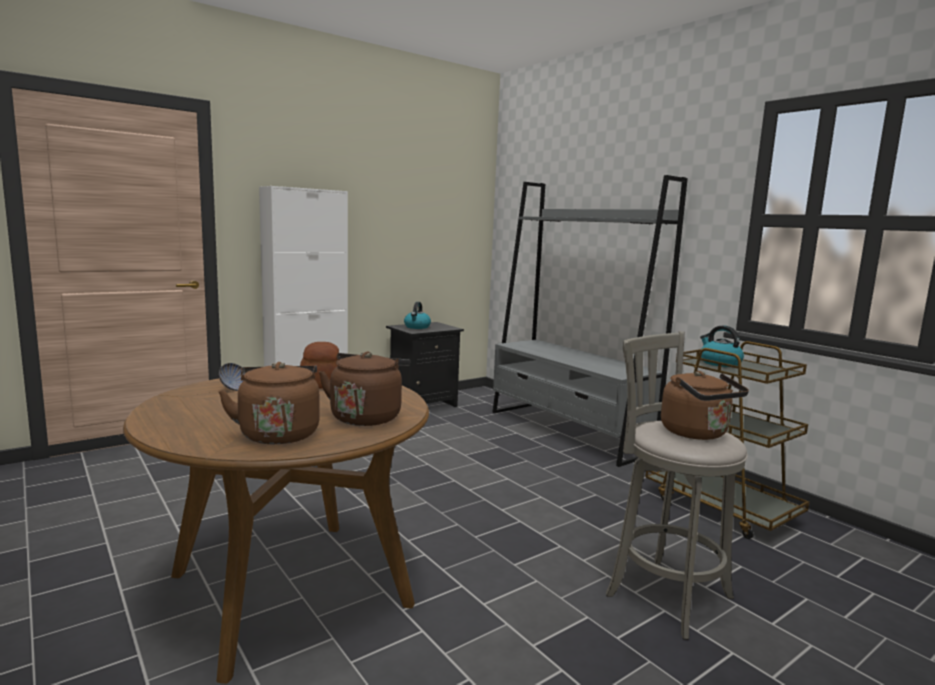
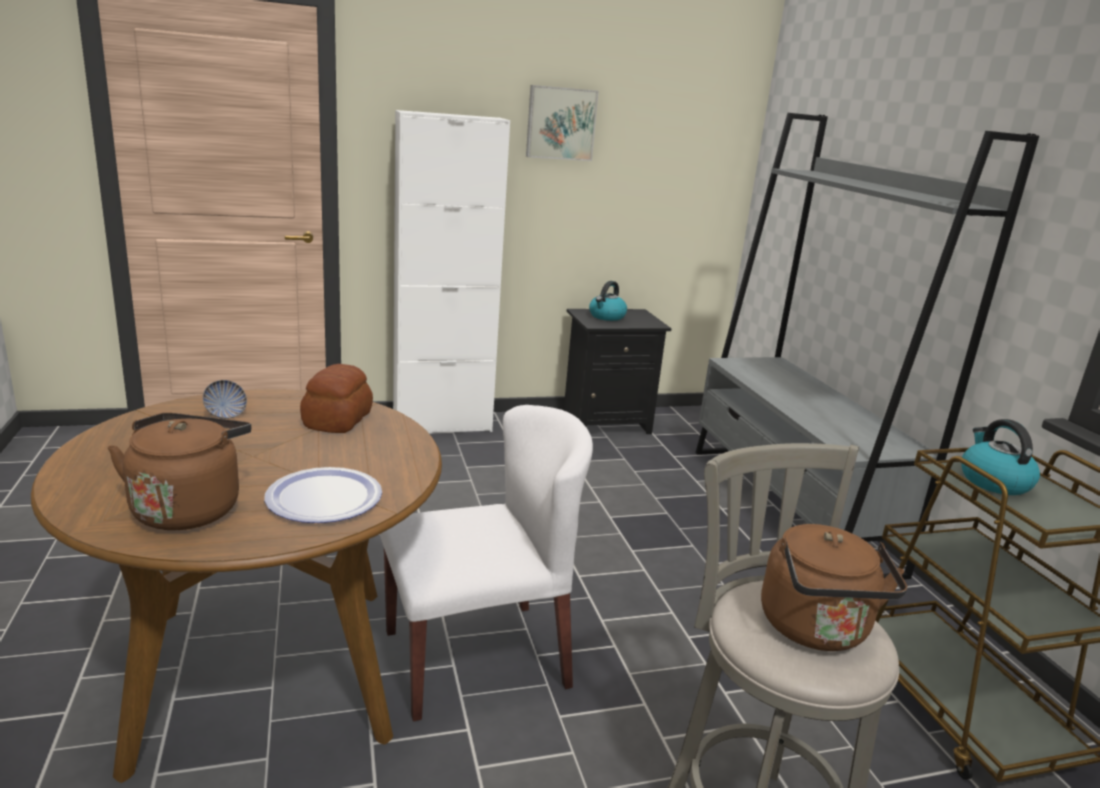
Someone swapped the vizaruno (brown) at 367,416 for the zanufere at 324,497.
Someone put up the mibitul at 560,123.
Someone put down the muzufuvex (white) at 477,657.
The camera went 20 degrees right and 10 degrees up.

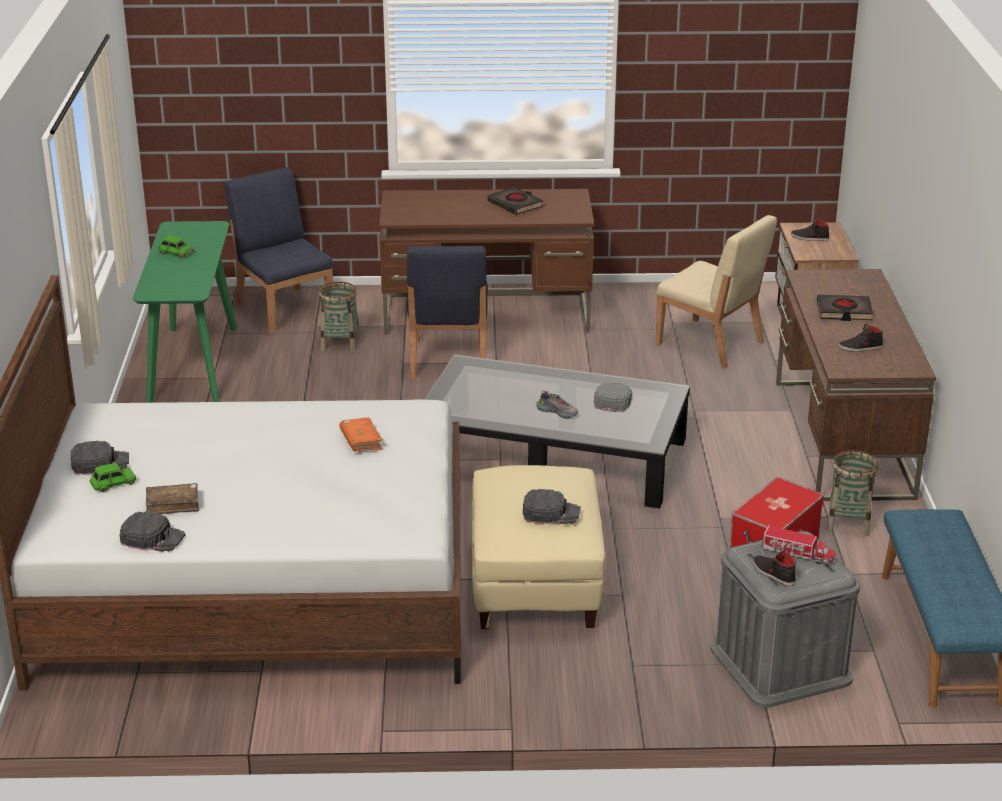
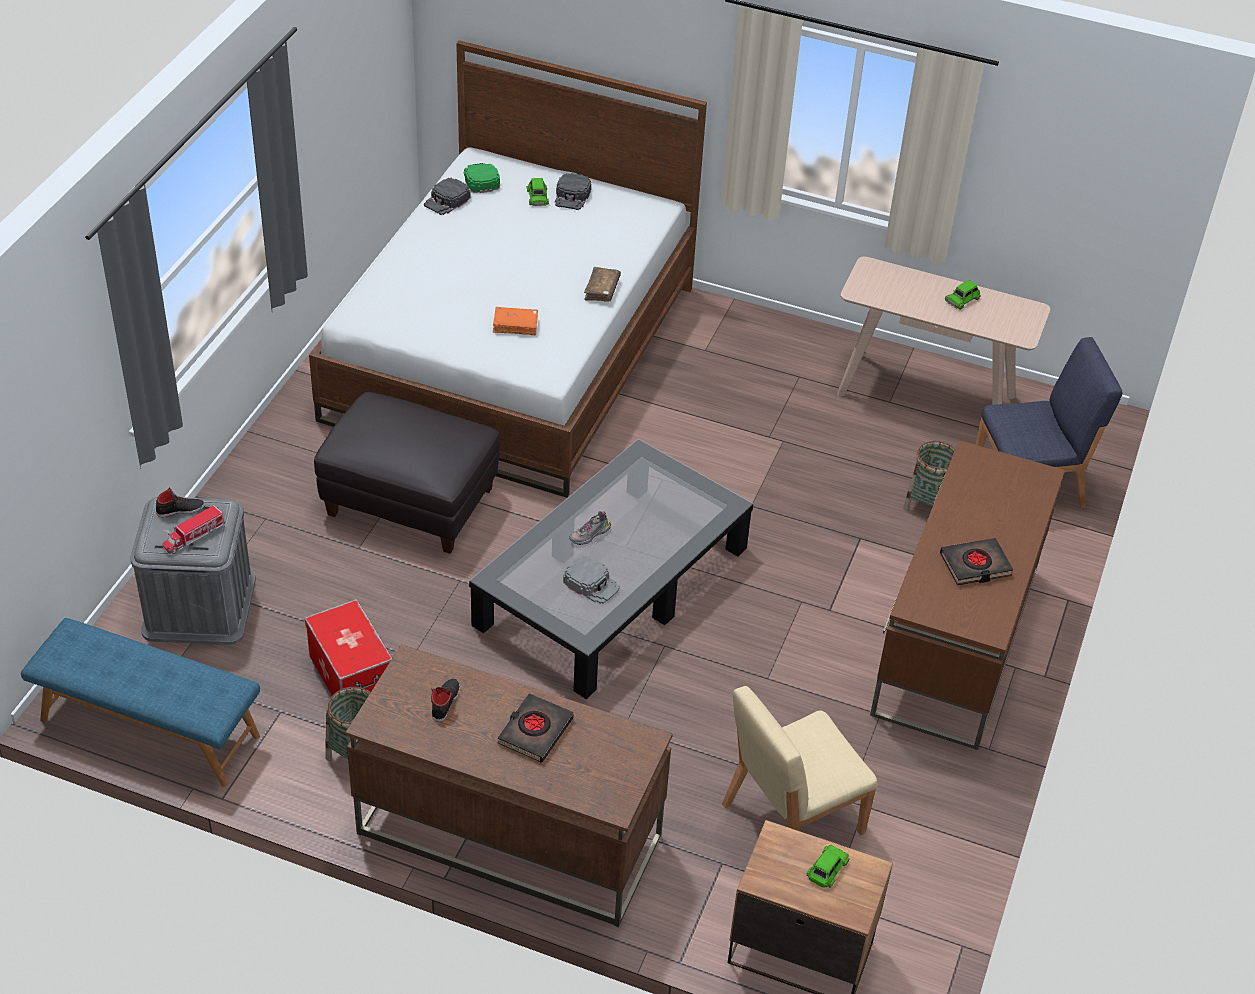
Someone swapped the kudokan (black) at 809,238 for the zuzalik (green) at 827,869.
Someone repainted the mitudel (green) at 192,363, which became the mitudel (beige) at 926,395.
Someone took away the muzufuvex (blue) at 448,359.
Someone repainted the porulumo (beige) at 535,584, which became the porulumo (black) at 411,502.
Someone carried the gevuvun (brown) from 173,505 to 602,290.
Someone took away the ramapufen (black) at 551,512.
Someone put down the ramapufen (green) at 480,179.
The camera went 110 degrees right and 15 degrees up.

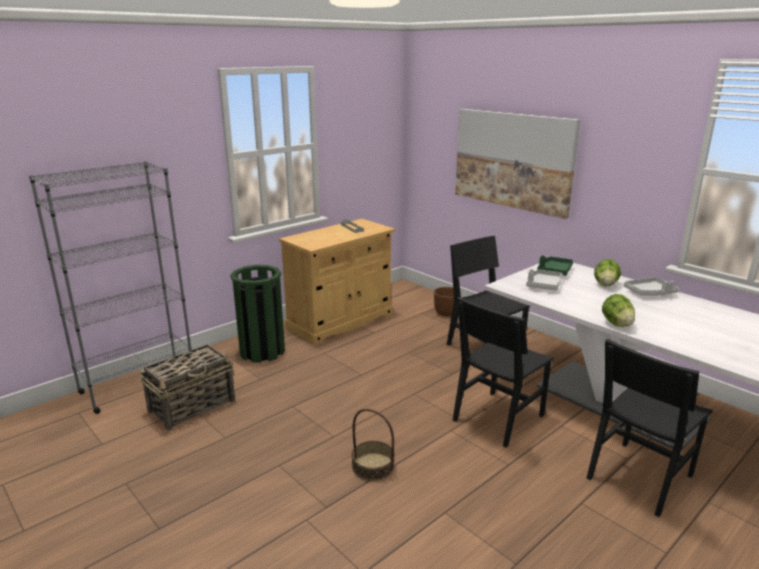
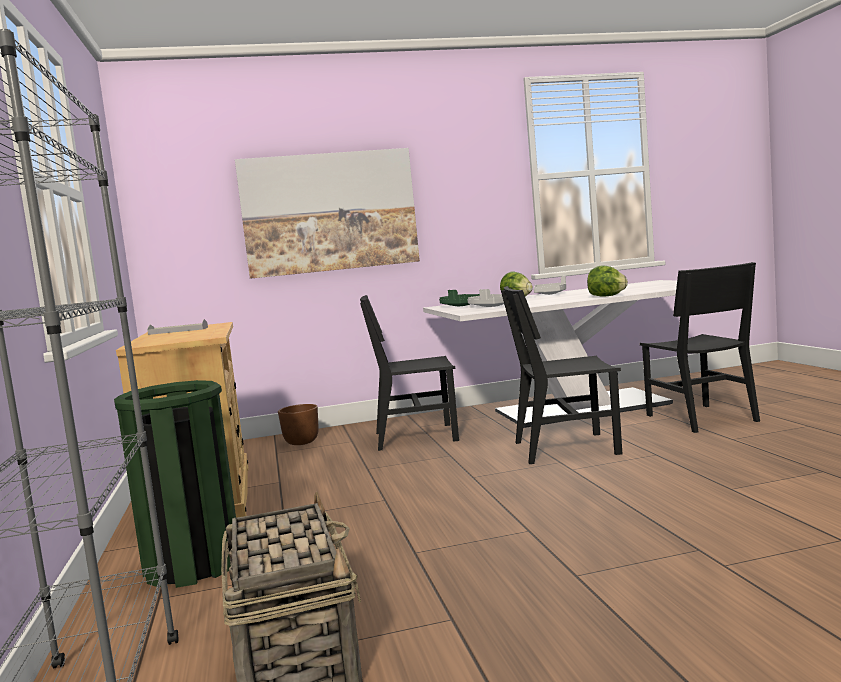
Someone rotated the muzufuvex (black) at 498,417 by 105 degrees clockwise.
Someone took away the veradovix at 373,466.
The camera went 60 degrees left and 15 degrees down.

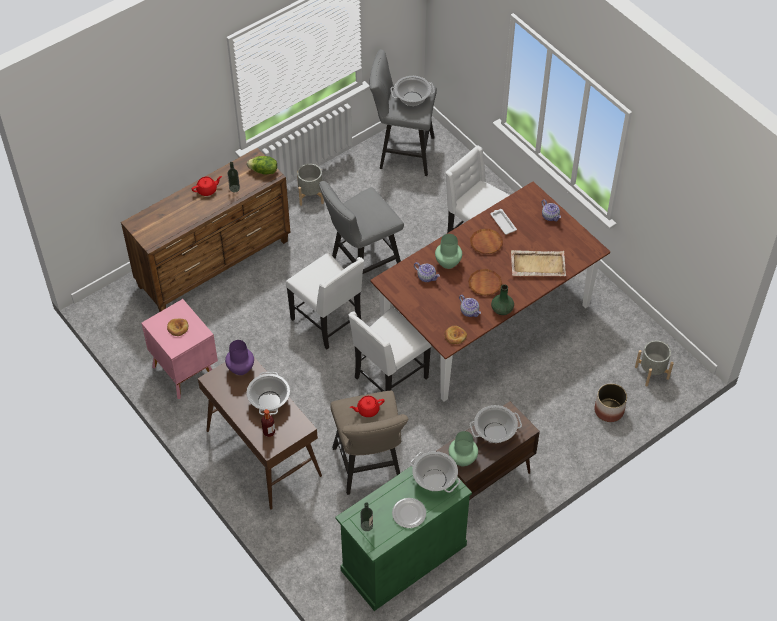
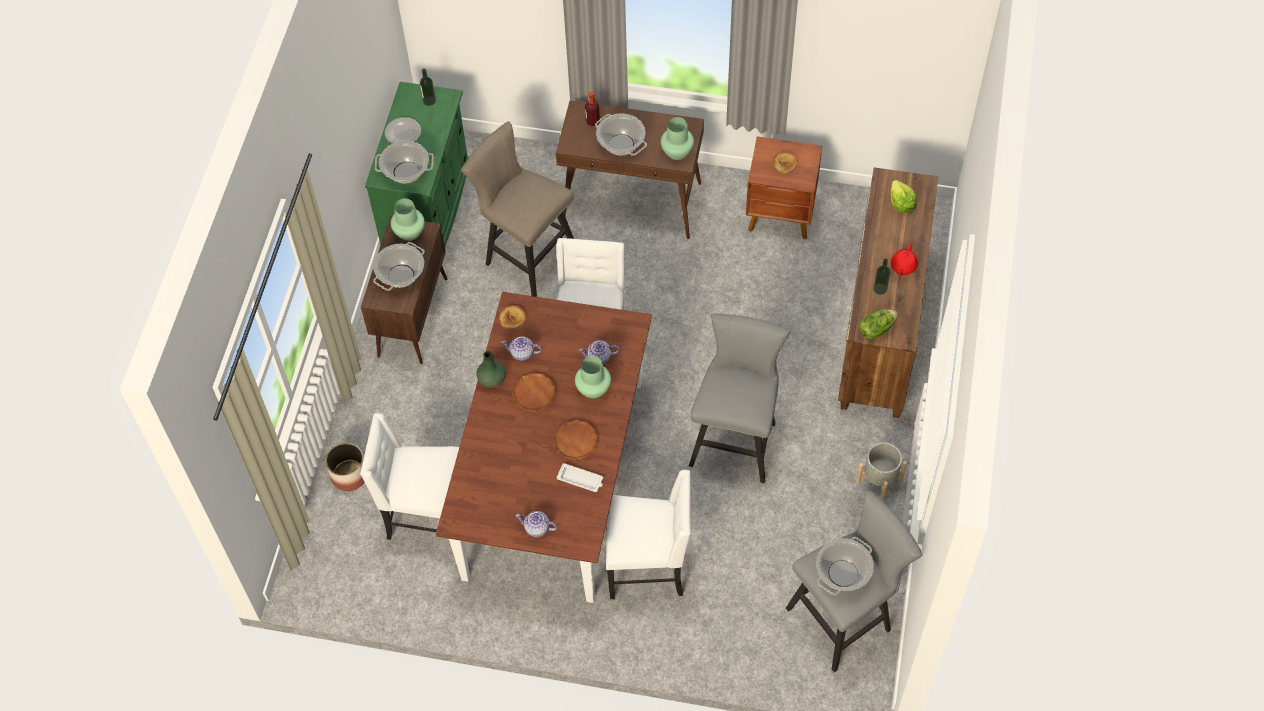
Someone took away the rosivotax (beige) at 537,265.
Someone carried the muzufuvex (white) from 328,322 to 425,515.
Someone repainted the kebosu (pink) at 184,370, which became the kebosu (brown) at 781,215.
Someone repainted the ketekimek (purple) at 240,368, which became the ketekimek (green) at 676,152.
Someone took away the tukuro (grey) at 652,373.
Someone took away the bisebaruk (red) at 367,410.
Someone put down the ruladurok at 901,203.
The camera went 140 degrees right and 5 degrees up.

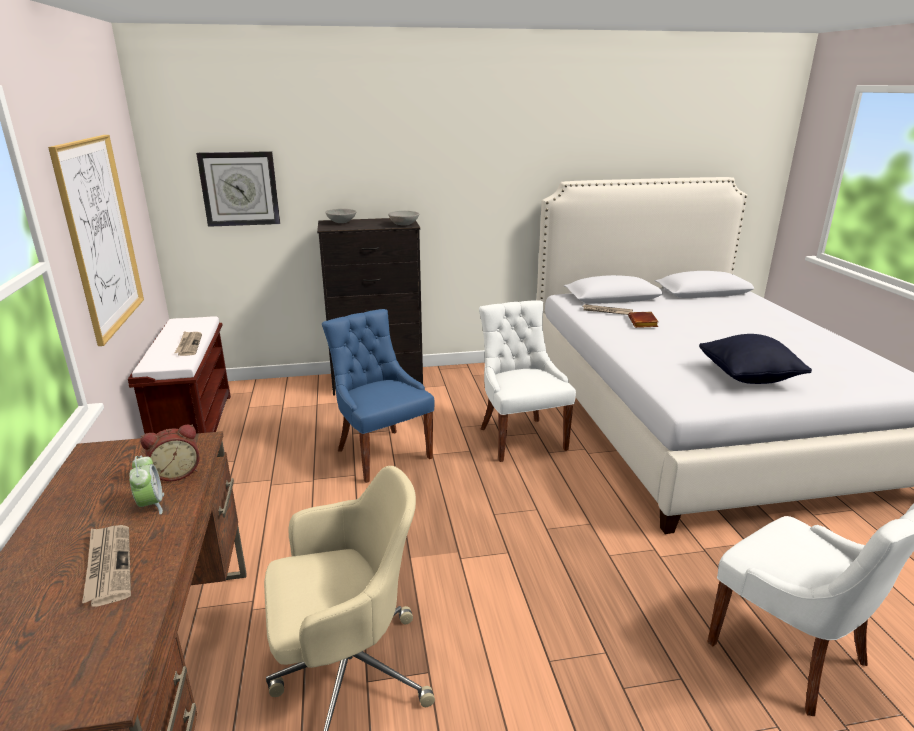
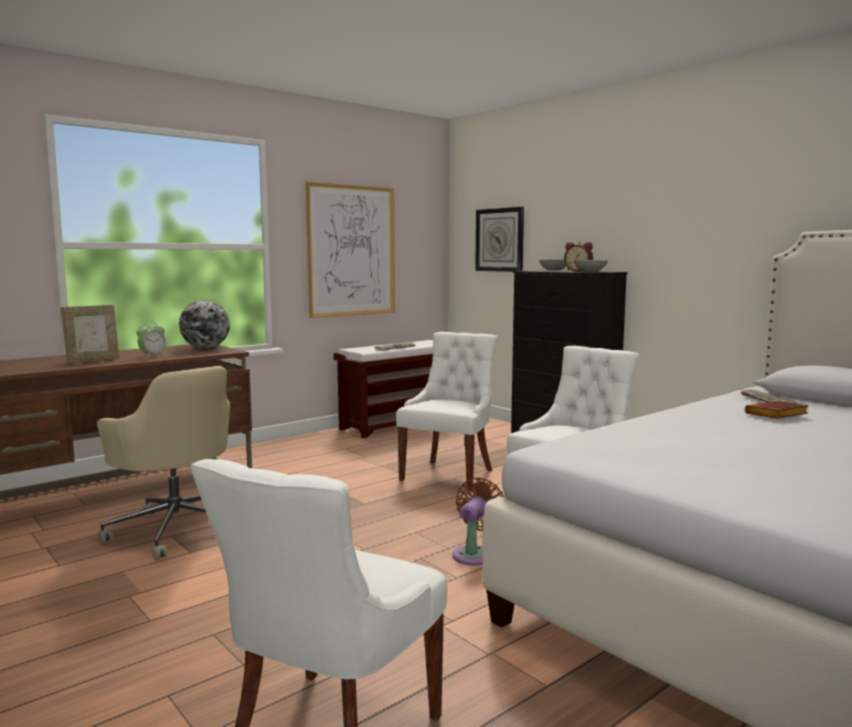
Someone repainted the muzufuvex (blue) at 381,453, which became the muzufuvex (white) at 449,474.
Someone took away the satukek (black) at 748,377.
Someone carried the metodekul from 176,473 to 578,271.
Someone swapped the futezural at 108,565 for the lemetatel at 92,360.
Someone put down the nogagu at 206,348.
Someone put down the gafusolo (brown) at 475,554.
The camera went 60 degrees right and 15 degrees down.

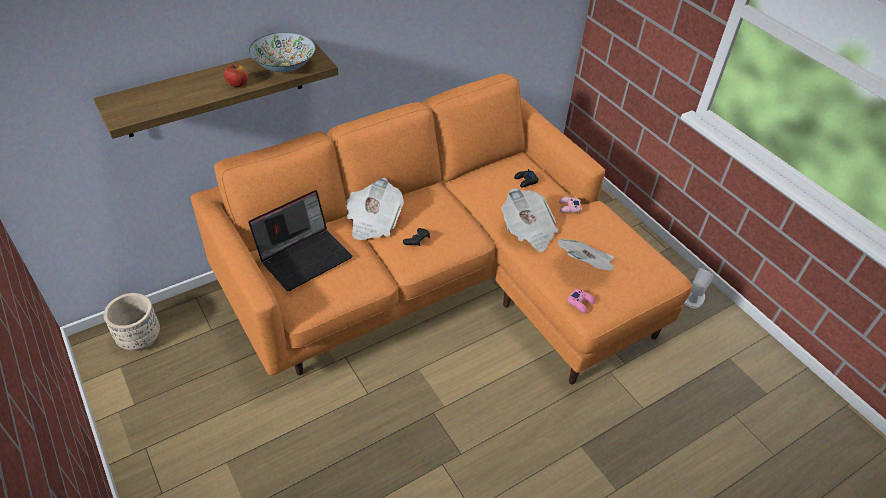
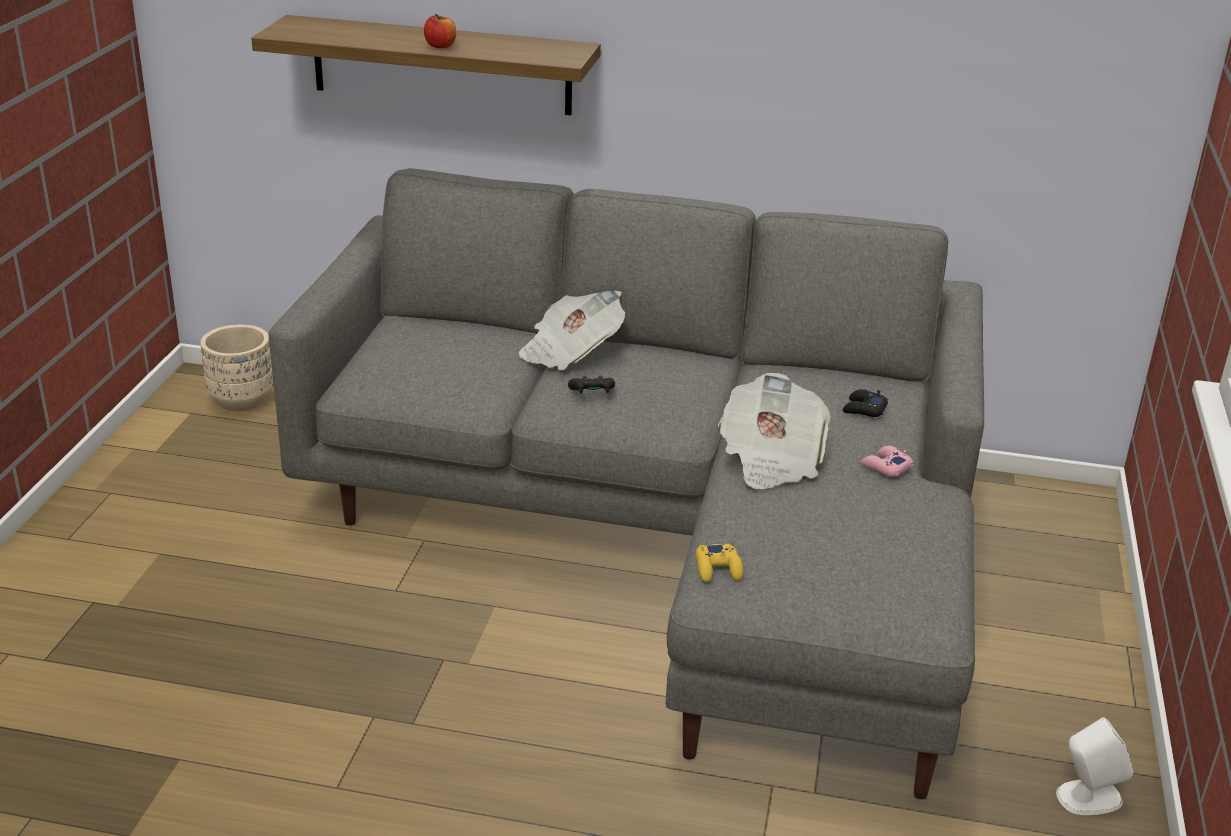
Someone took away the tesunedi at 285,66.
Someone repainted the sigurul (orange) at 443,283, which became the sigurul (grey) at 667,539.
Someone took away the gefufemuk at 305,256.
Someone took away the futezural at 586,265.
Someone repainted the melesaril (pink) at 580,302, which became the melesaril (yellow) at 718,568.
The camera went 45 degrees right and 15 degrees down.

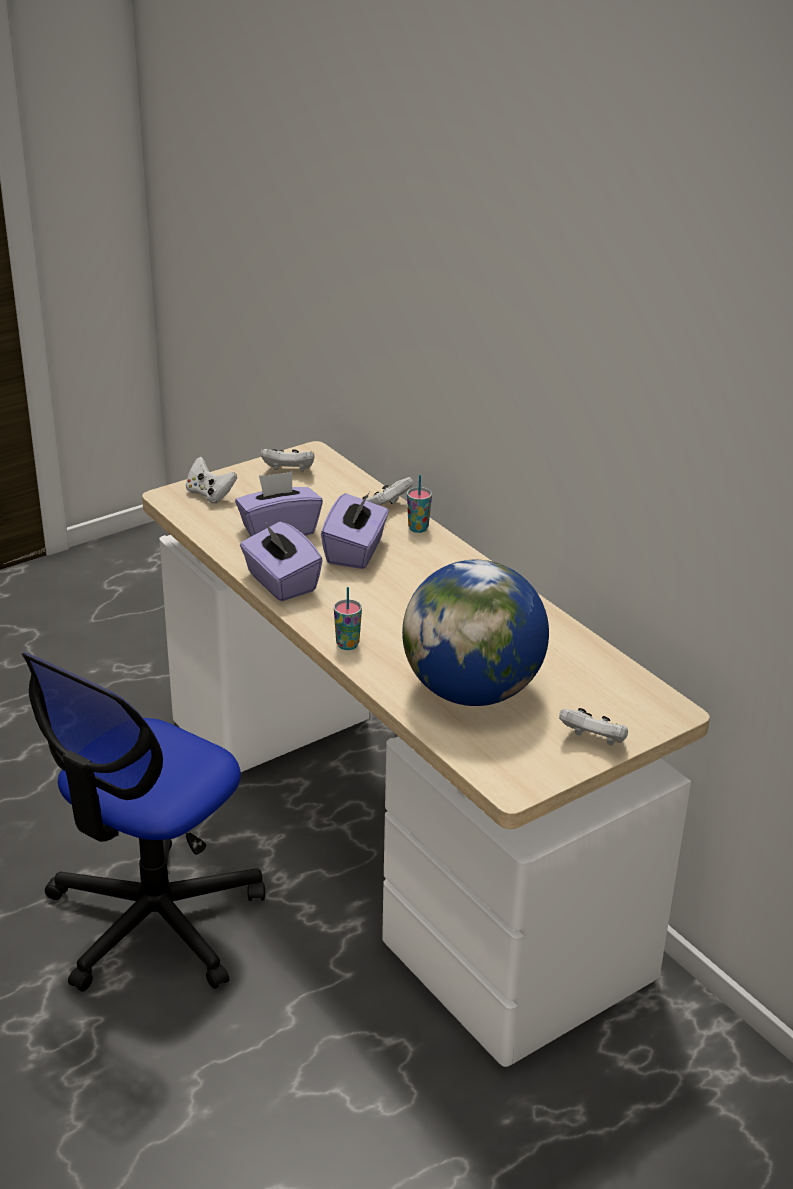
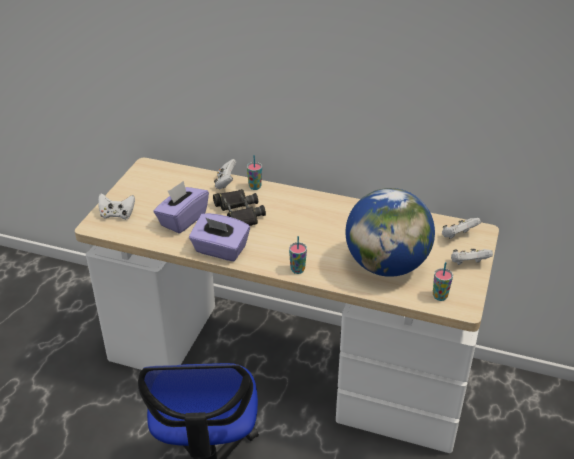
Someone carried the melesaril (white) from 289,471 to 458,236.
Someone swapped the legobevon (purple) at 355,551 for the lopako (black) at 238,214.
Someone put down the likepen at 440,296.
The camera went 35 degrees left and 5 degrees up.

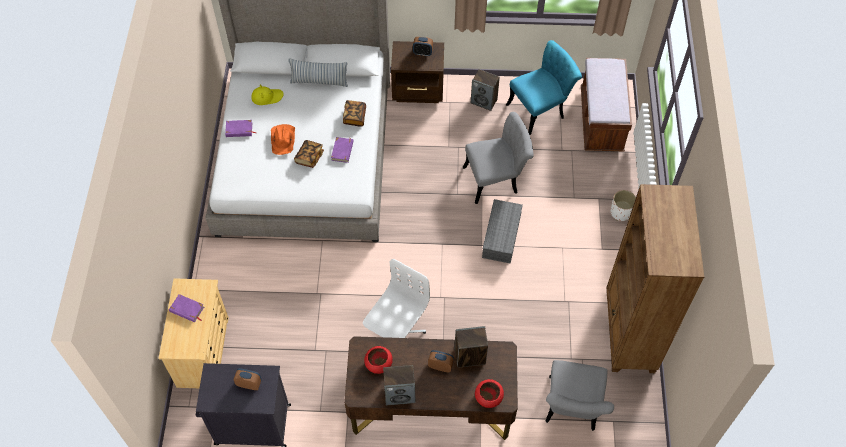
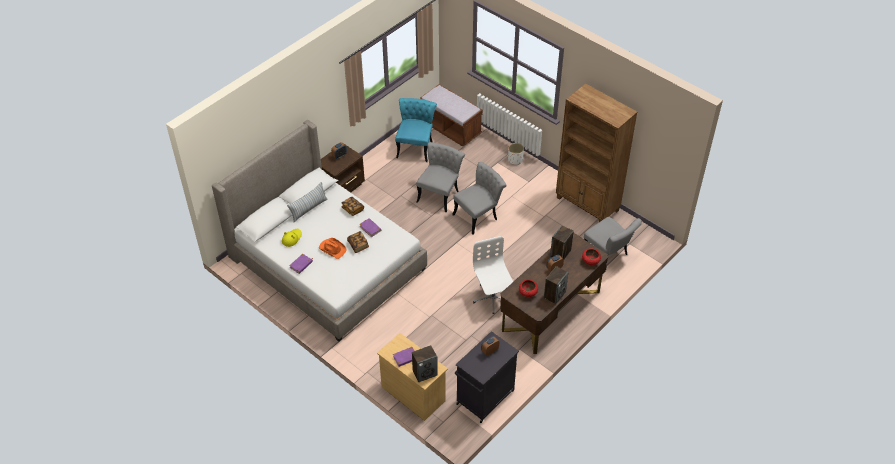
Someone carried the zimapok from 484,101 to 425,373.
Someone swapped the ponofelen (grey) at 502,237 for the muzufuvex (grey) at 479,215.
The camera went 50 degrees left and 10 degrees down.

